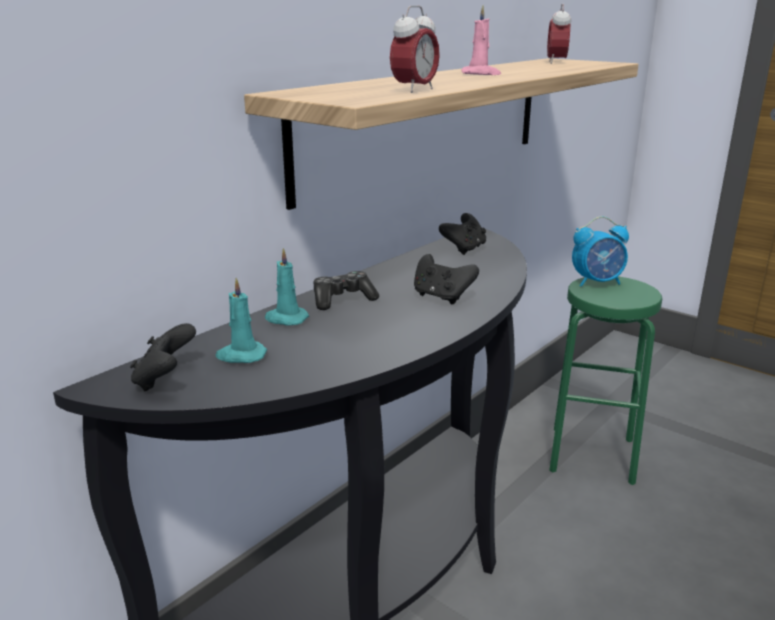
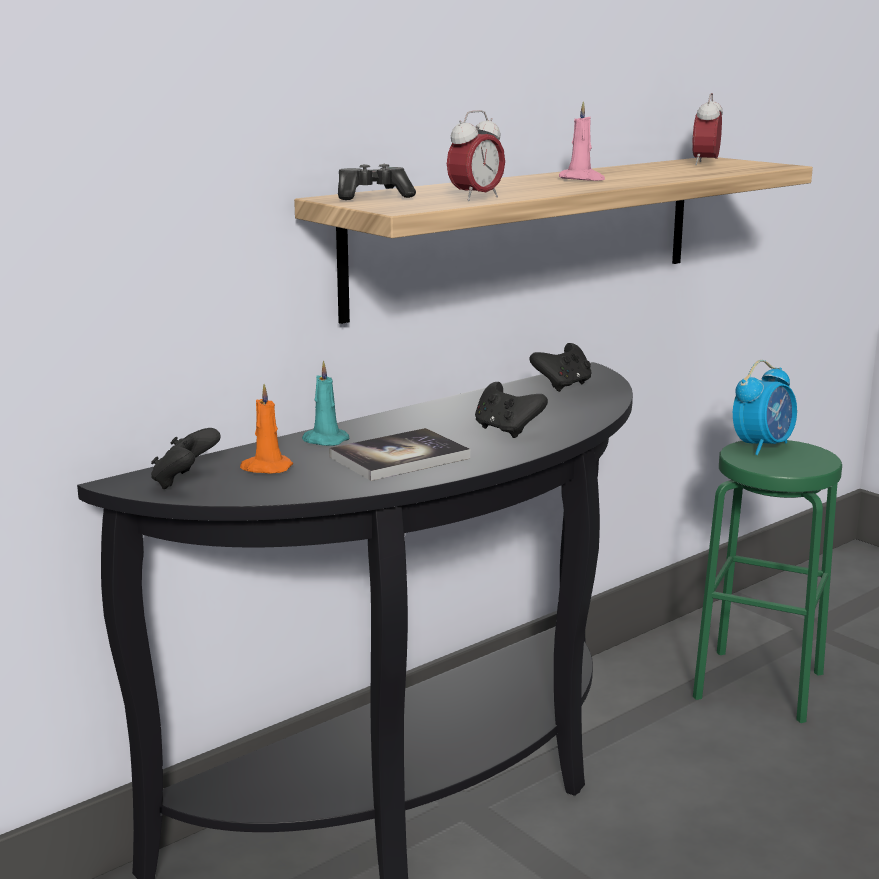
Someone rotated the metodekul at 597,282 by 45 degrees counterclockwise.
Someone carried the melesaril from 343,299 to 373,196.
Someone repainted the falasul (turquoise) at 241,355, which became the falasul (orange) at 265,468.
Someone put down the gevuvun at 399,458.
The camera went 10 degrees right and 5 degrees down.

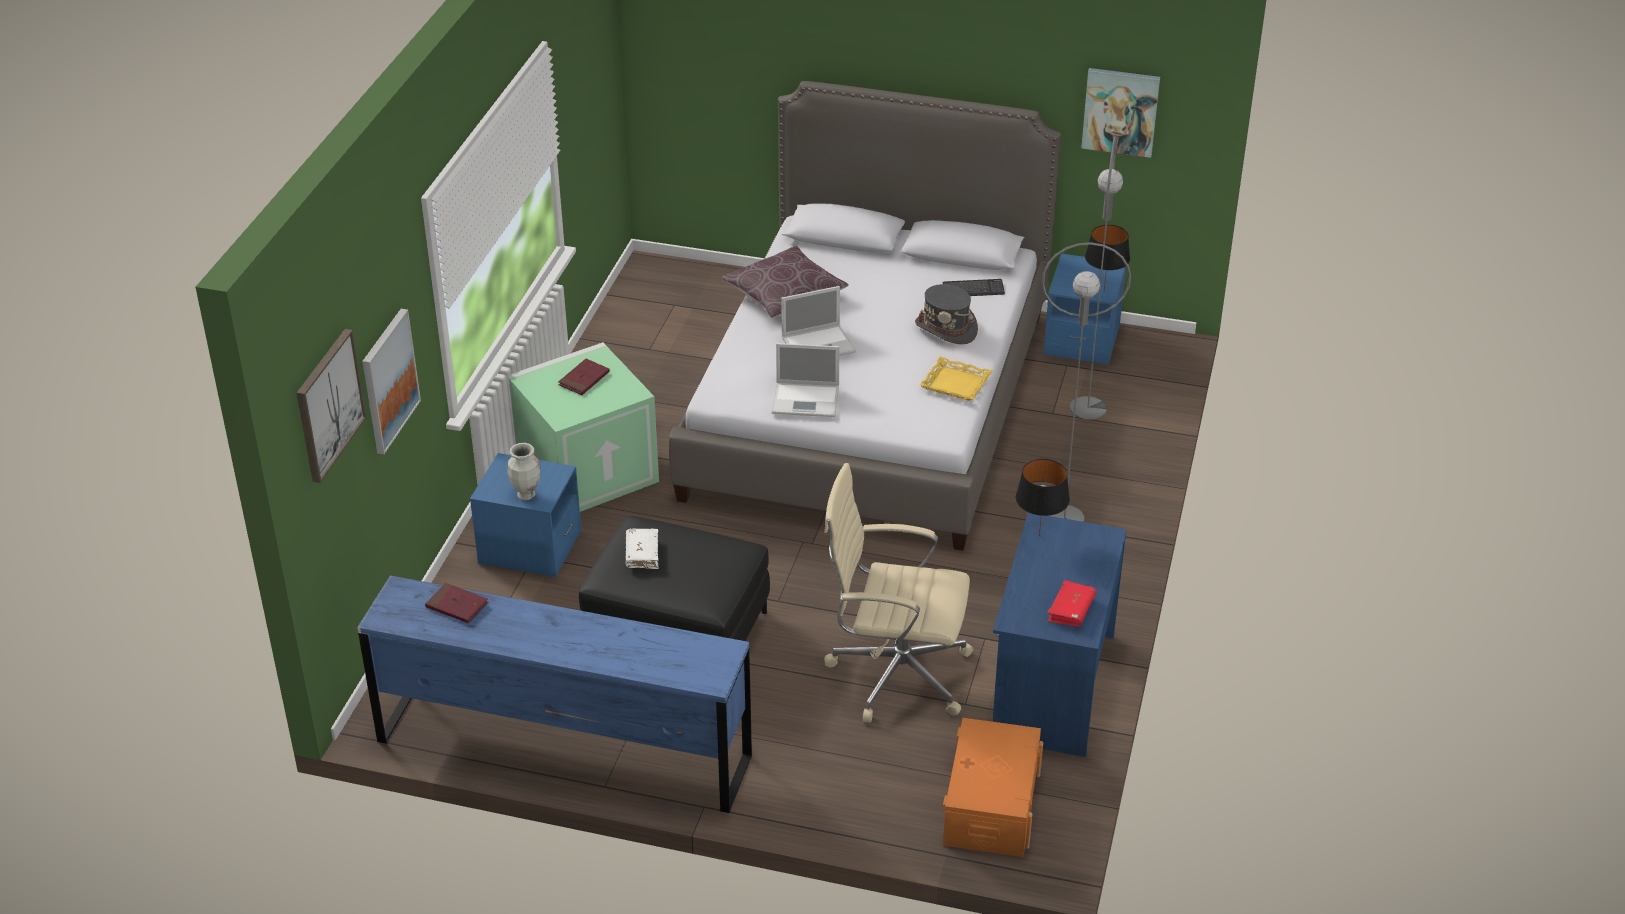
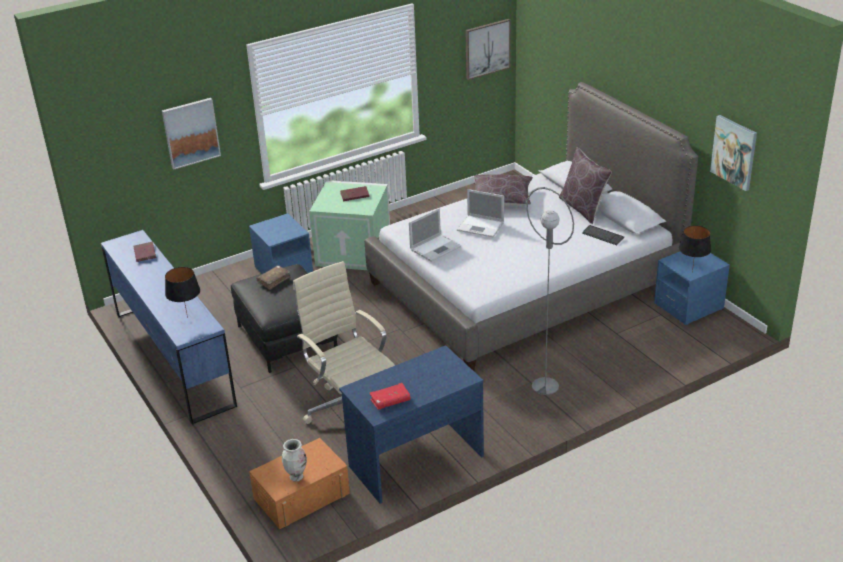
Someone took away the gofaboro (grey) at 1088,408.
Someone took away the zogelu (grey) at 946,328.
Someone carried the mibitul from 328,405 to 487,48.
Someone rotated the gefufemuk at 807,400 by 90 degrees counterclockwise.
Someone took away the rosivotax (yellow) at 955,384.
Someone carried the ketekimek from 526,495 to 296,477.
Someone carried the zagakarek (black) from 1038,535 to 187,317.
Someone repainted the gevuvun (white) at 642,554, which became the gevuvun (brown) at 274,280.
Someone put down the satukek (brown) at 583,208.
The camera went 45 degrees right and 5 degrees down.

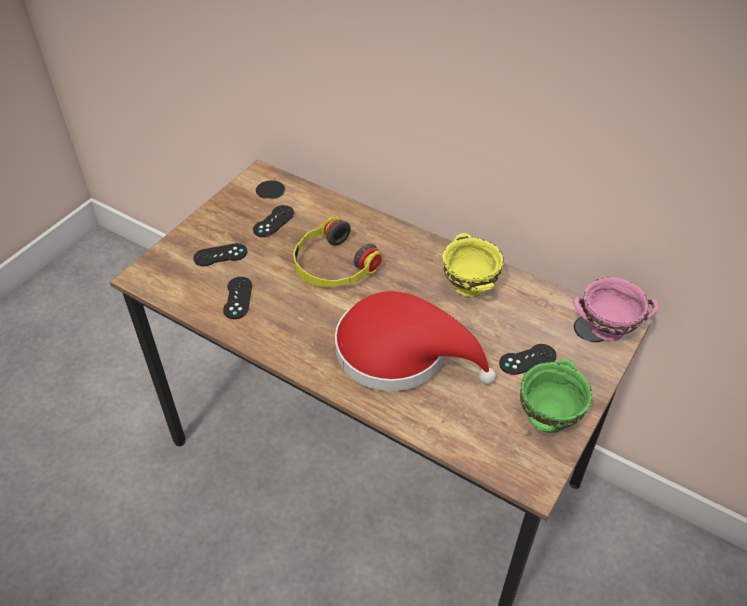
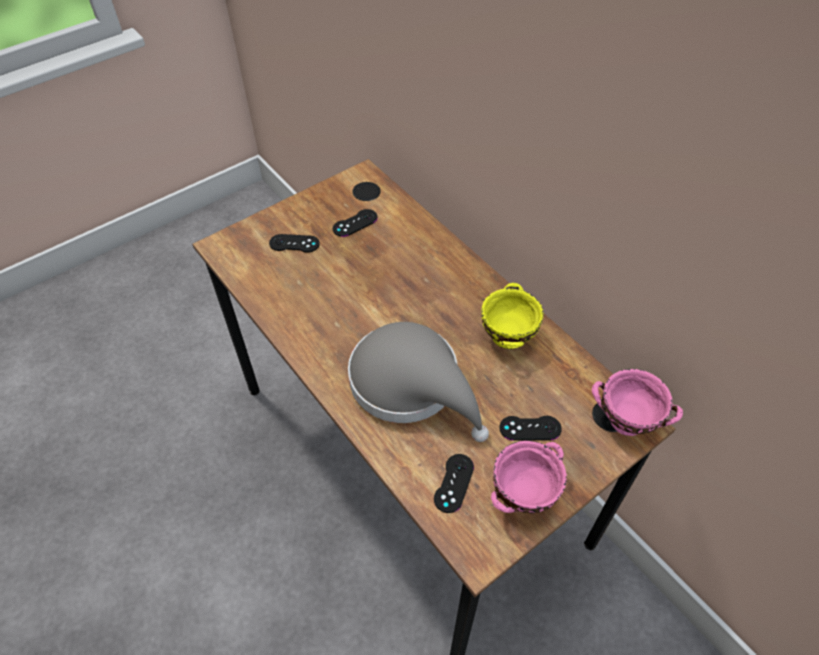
Someone took away the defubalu at 333,265.
Someone carried the melesaril (black) from 238,298 to 454,483.
Someone repainted the zogelu (red) at 401,353, which became the zogelu (grey) at 411,384.
Someone repainted the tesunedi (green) at 547,417, which became the tesunedi (pink) at 521,494.
The camera went 20 degrees right and 5 degrees up.

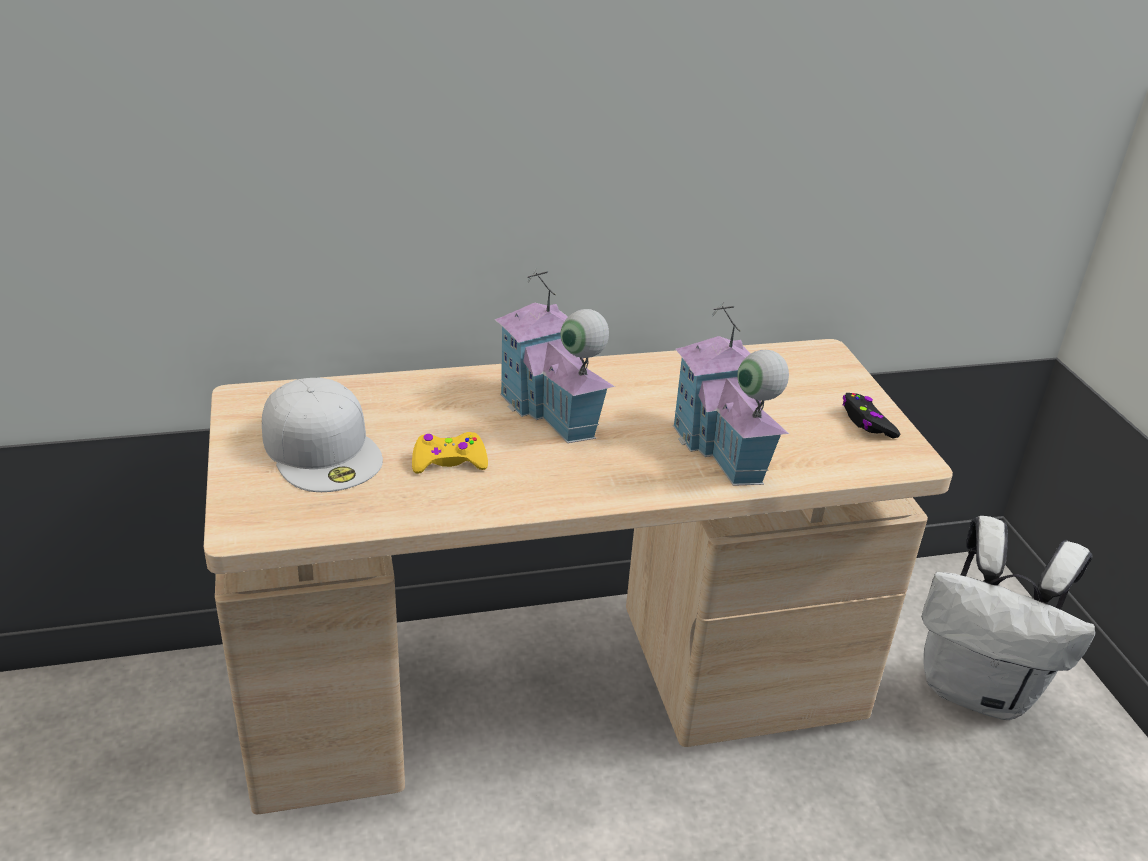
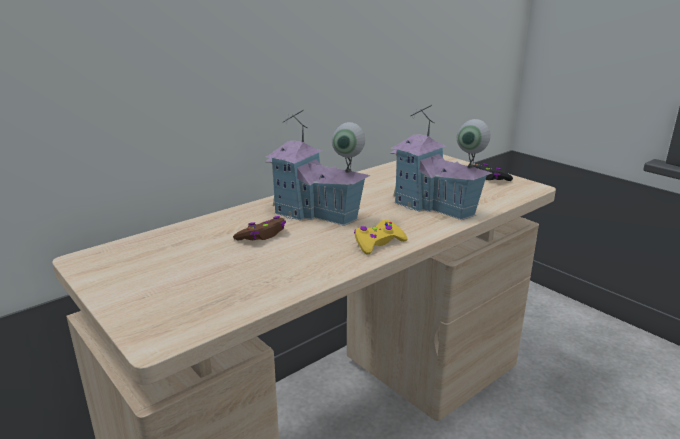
Someone took away the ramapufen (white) at 323,449.
Someone carried the melesaril (yellow) from 449,461 to 378,243.
Someone took away the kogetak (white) at 978,689.
Someone put down the melesaril (brown) at 262,235.
The camera went 25 degrees left and 10 degrees down.

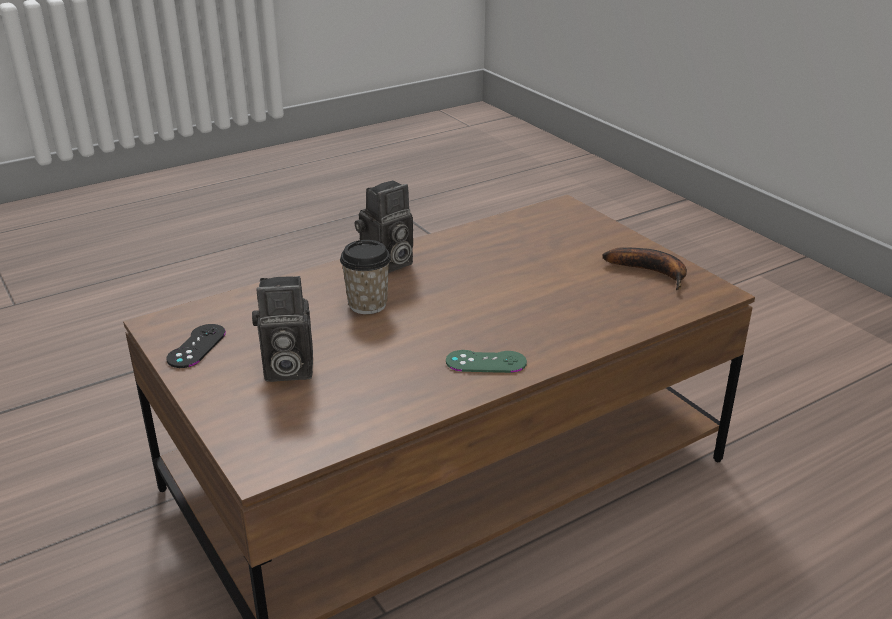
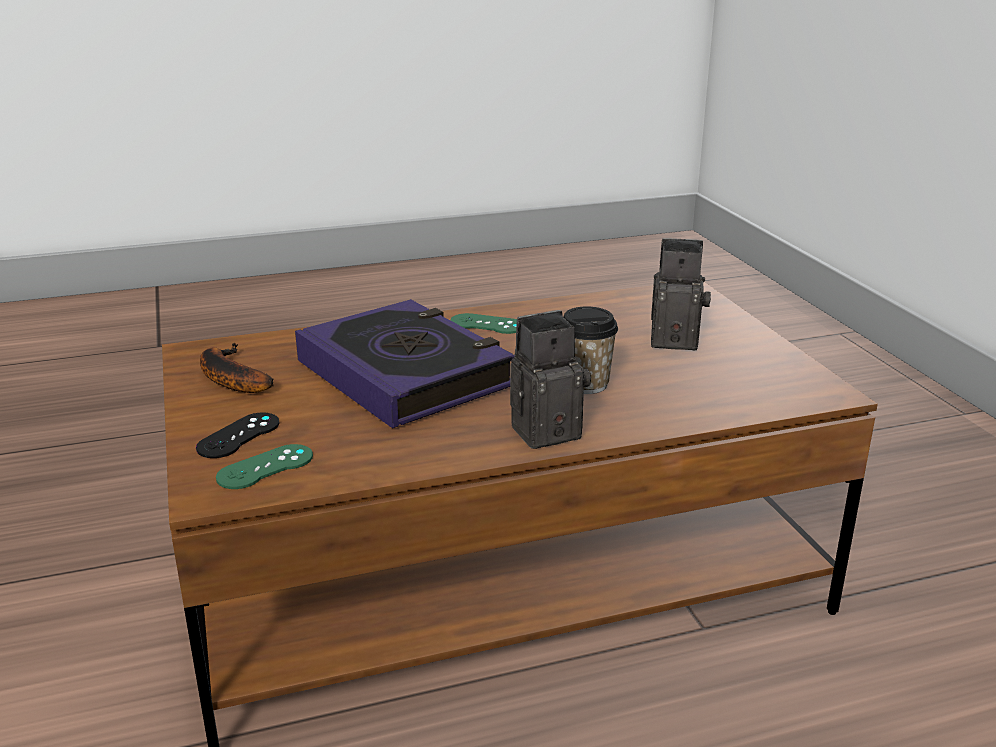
Someone carried the melesaril (black) from 196,346 to 239,436.
Someone put down the gevuvun at 405,374.
Someone put down the melesaril (green) at 265,467.
The camera went 165 degrees left and 5 degrees down.

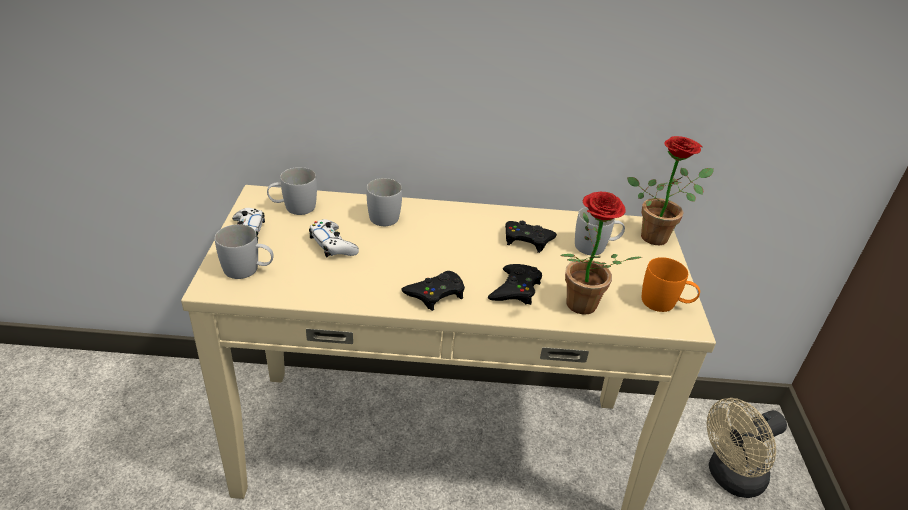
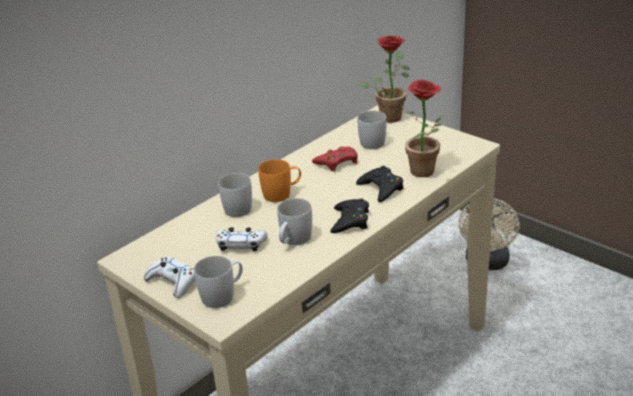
Someone carried the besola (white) from 293,208 to 293,241.
Someone repainted the melesaril (black) at 527,240, which became the melesaril (red) at 337,162.
Someone carried the besola (orange) from 665,304 to 282,193.
The camera went 45 degrees left and 5 degrees down.

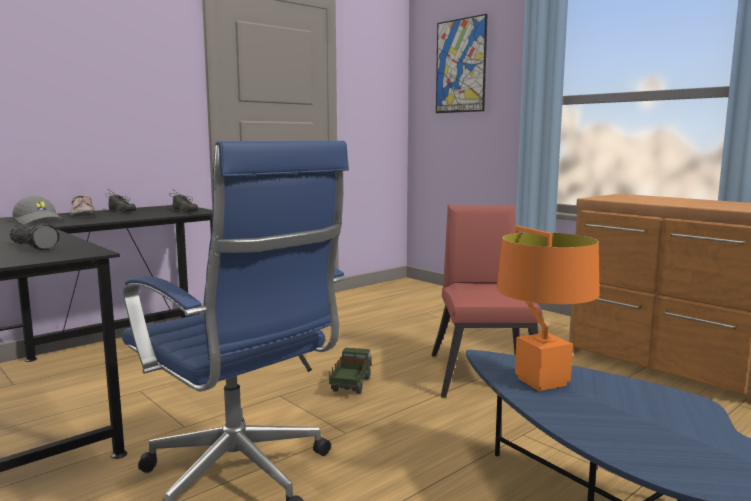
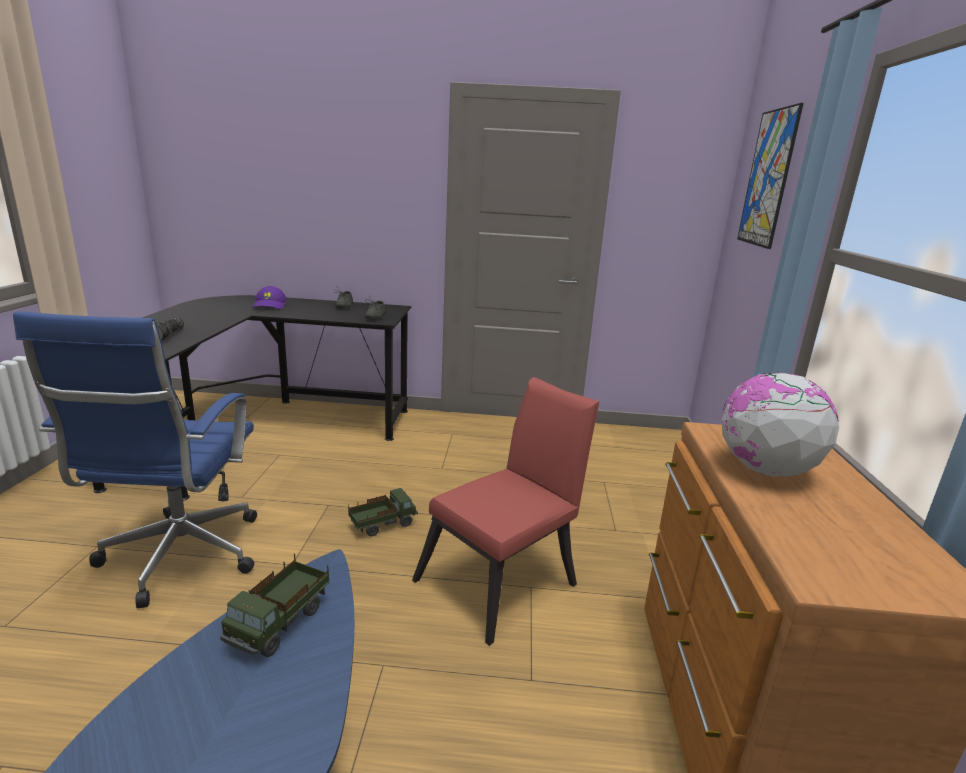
Someone took away the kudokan at 81,215.
Someone repainted the ramapufen (grey) at 39,221, which became the ramapufen (purple) at 270,306.
Someone swapped the zagakarek (orange) at 541,381 for the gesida at 280,623.
Someone put down the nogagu at 764,470.
The camera went 45 degrees right and 10 degrees up.

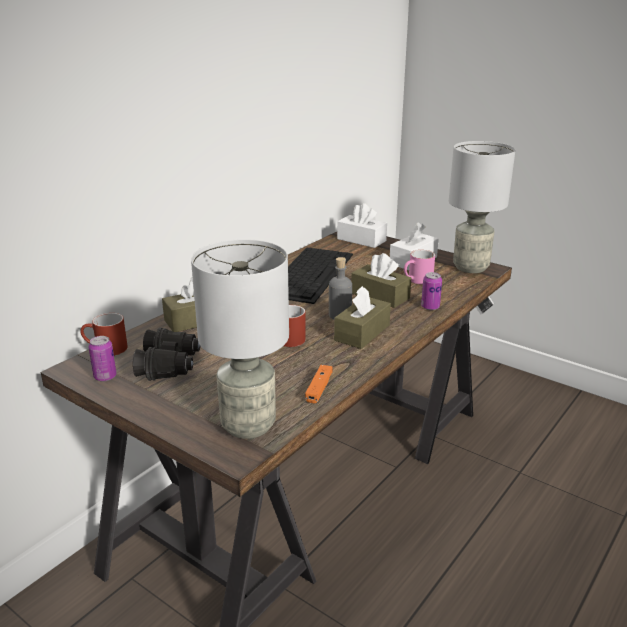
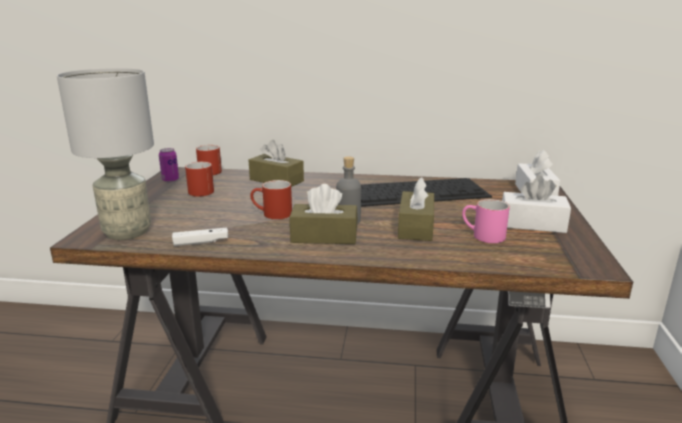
Someone took away the zagakarek (grey) at 471,267.
Someone took away the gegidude at 430,307.
Someone swapped the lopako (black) at 170,365 for the besola (red) at 199,190.
Someone repainted the melesaril (orange) at 319,389, which became the melesaril (white) at 201,242.
The camera went 60 degrees right and 5 degrees down.

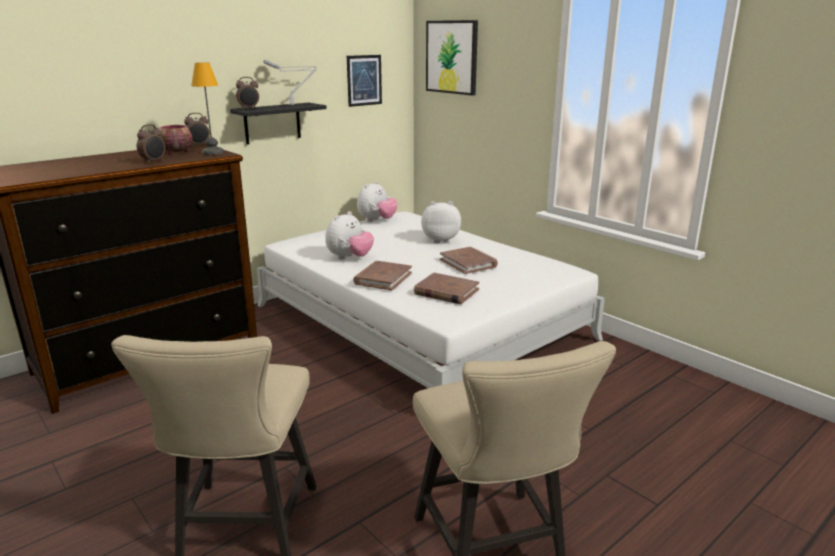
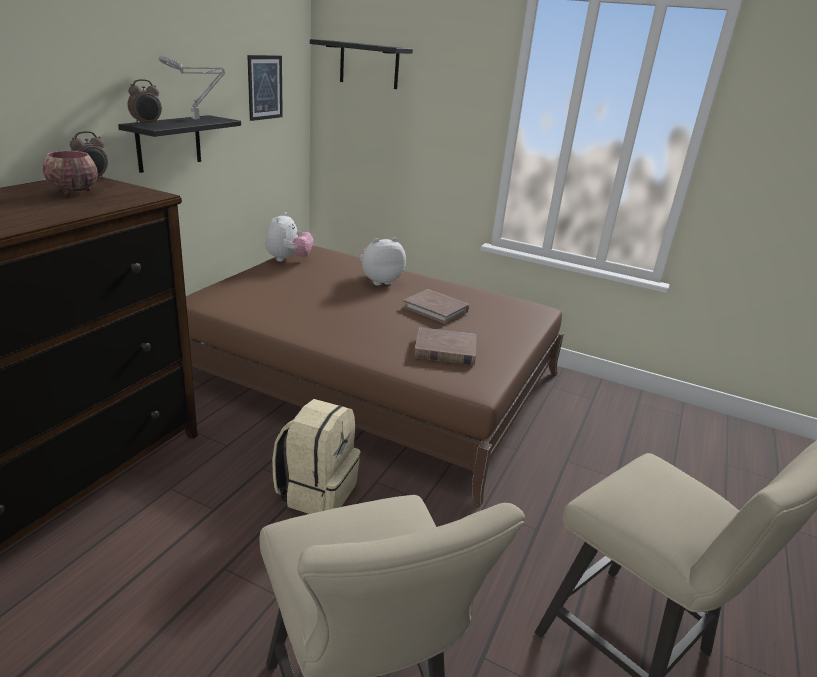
Someone swapped the mibitul at 452,57 for the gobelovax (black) at 369,65.
Someone took away the zagakarek at 212,153.
Someone took away the metodekul at 154,161.
Someone took away the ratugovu at 349,258.
Someone repainted the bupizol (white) at 420,322, which became the bupizol (brown) at 371,376.
Someone took away the gevuvun (brown) at 383,278.
Someone put down the kogetak (beige) at 317,491.
The camera went 25 degrees left and 5 degrees up.

